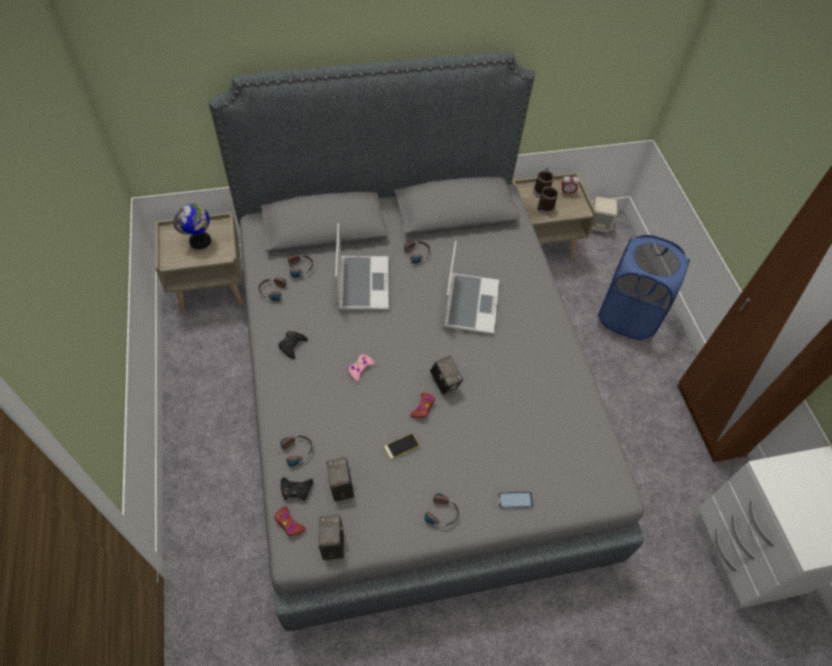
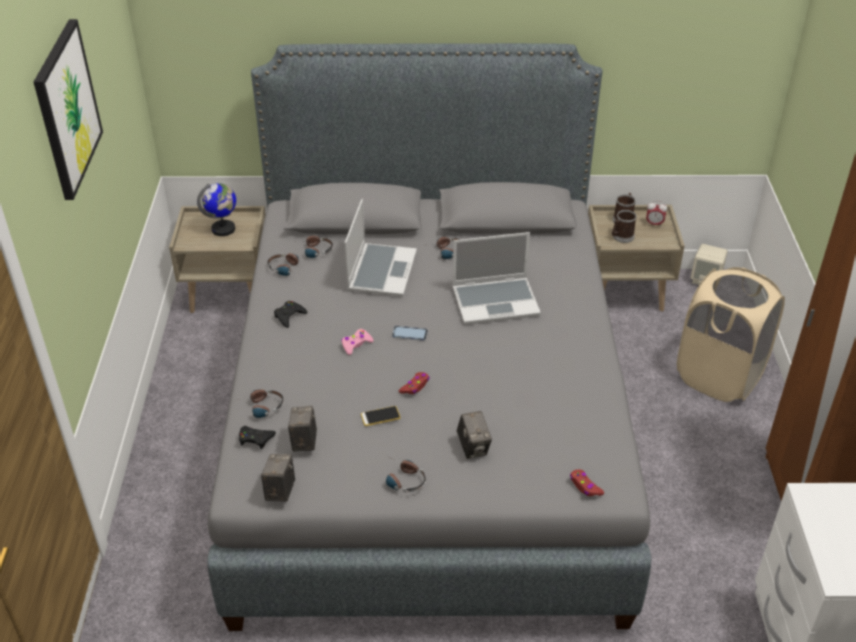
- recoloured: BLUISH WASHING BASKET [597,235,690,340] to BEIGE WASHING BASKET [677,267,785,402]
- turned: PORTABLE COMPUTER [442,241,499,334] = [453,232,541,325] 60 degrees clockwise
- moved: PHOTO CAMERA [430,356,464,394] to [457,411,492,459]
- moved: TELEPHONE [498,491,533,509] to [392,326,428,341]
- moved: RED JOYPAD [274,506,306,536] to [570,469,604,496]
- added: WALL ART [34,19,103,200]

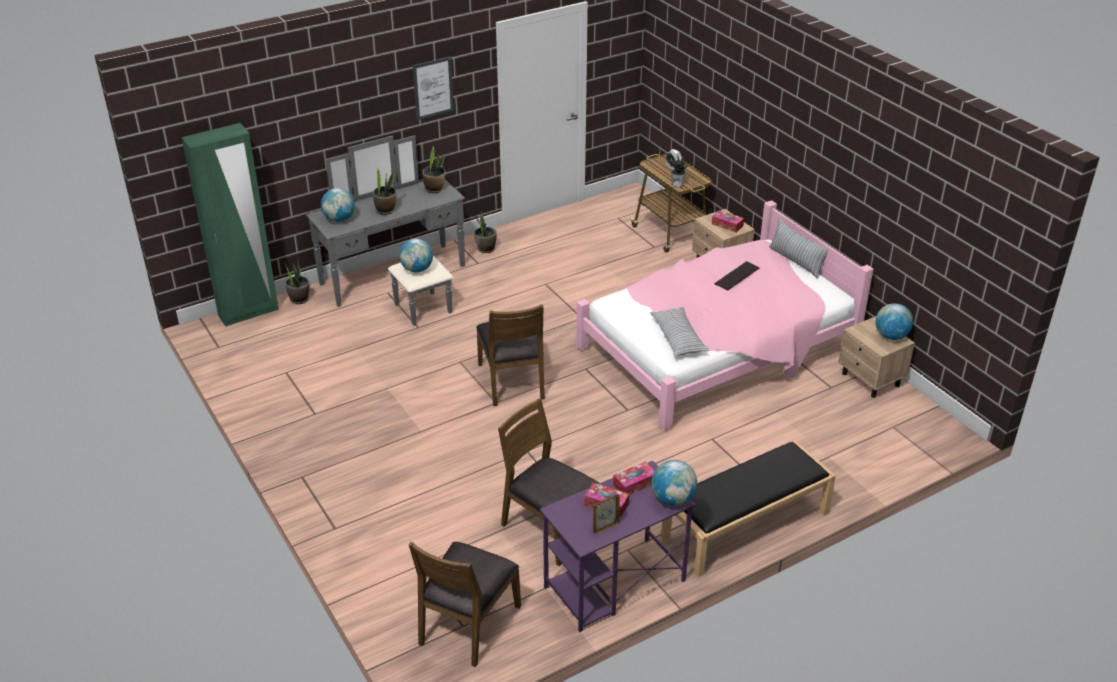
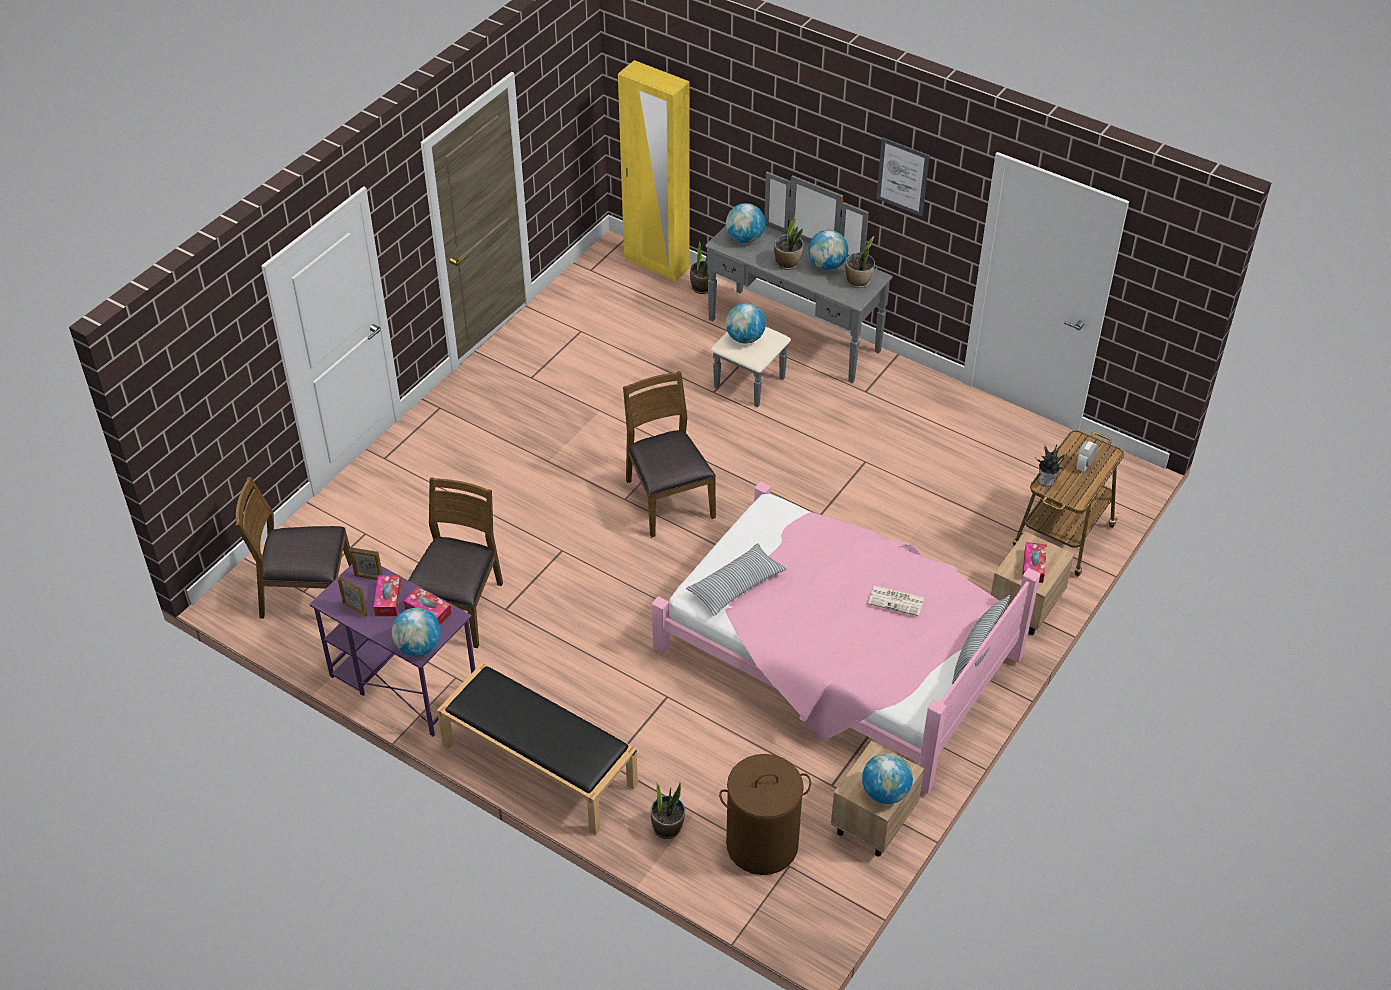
- recoloured: GREENISH ARMOIRE [182,123,279,327] to YELLOW ARMOIRE [618,60,690,282]
- moved: POTTED PLANT [474,211,497,253] to [651,781,685,839]
- replaced: PC KEYBOARD [715,261,759,291] to NEWSPAPER [868,585,924,616]
- turned: BROWN UPRIGHT CHAIR [476,304,545,406] = [623,371,716,537] 105 degrees clockwise
- added: GLOBE [808,230,848,270]
- added: PHOTO FRAME [350,547,383,580]
- added: BROWN WASHING BASKET [719,754,811,875]

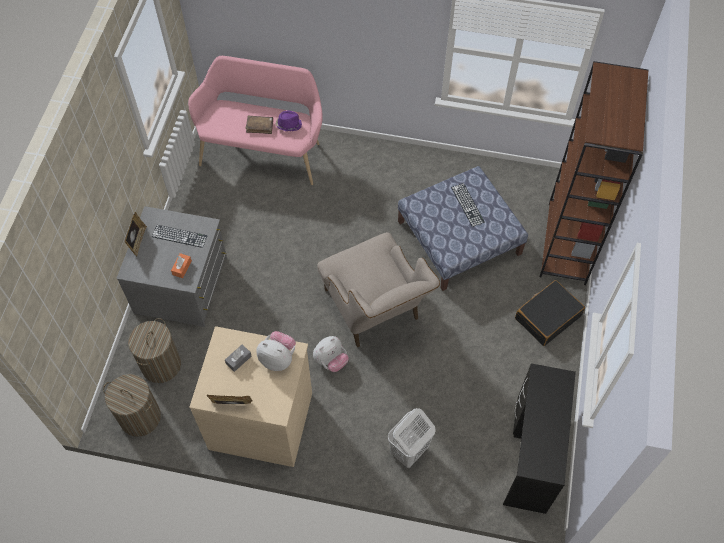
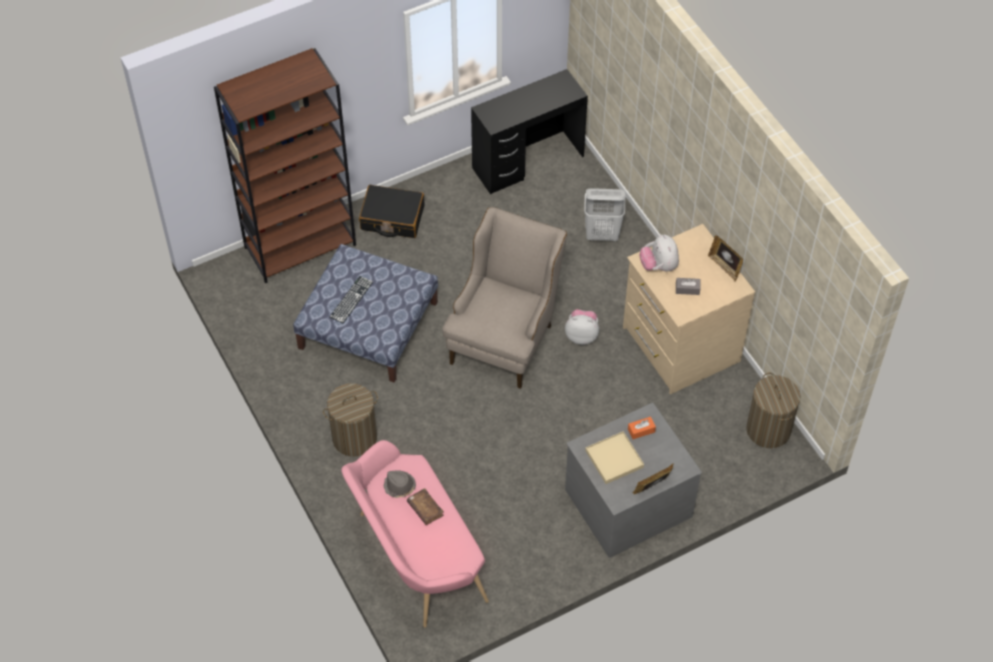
- recoloured: PURPLE-COLOURED HAT [275,110,302,131] to GRAY HAT [384,470,416,498]
- replaced: PC KEYBOARD [152,225,208,248] to BEIGE CARRYING TRAY [585,431,644,484]
- moved: WASHING BASKET [128,318,181,383] to [323,383,378,457]

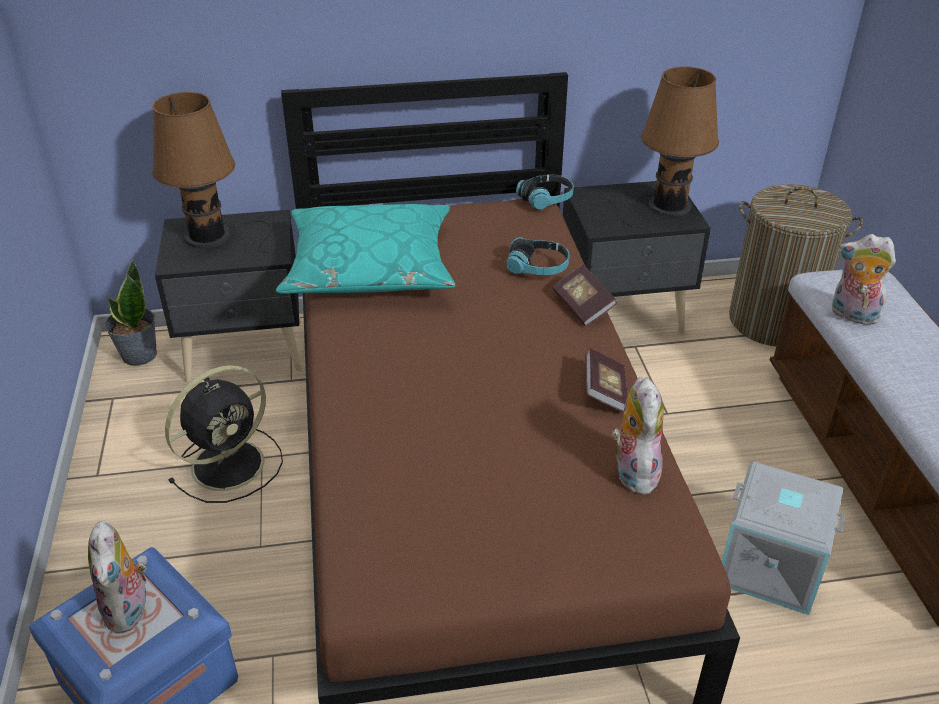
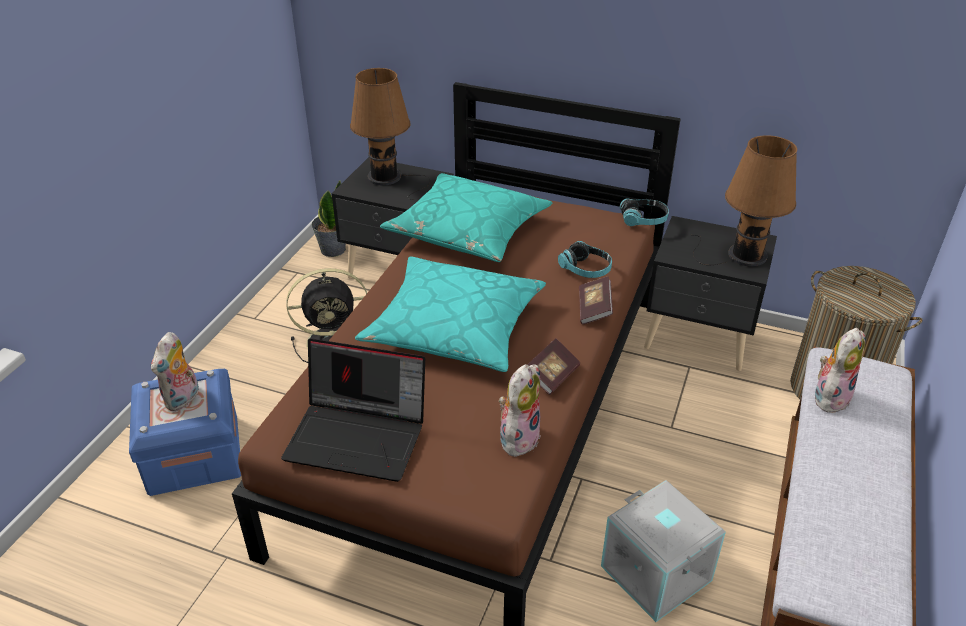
- turned: CUDDLY TOY [832,234,896,325] = [815,328,865,413] 75 degrees clockwise
- added: BLUE-GREEN THROW PILLOW [355,256,546,372]
- added: PORTABLE COMPUTER [281,339,425,482]

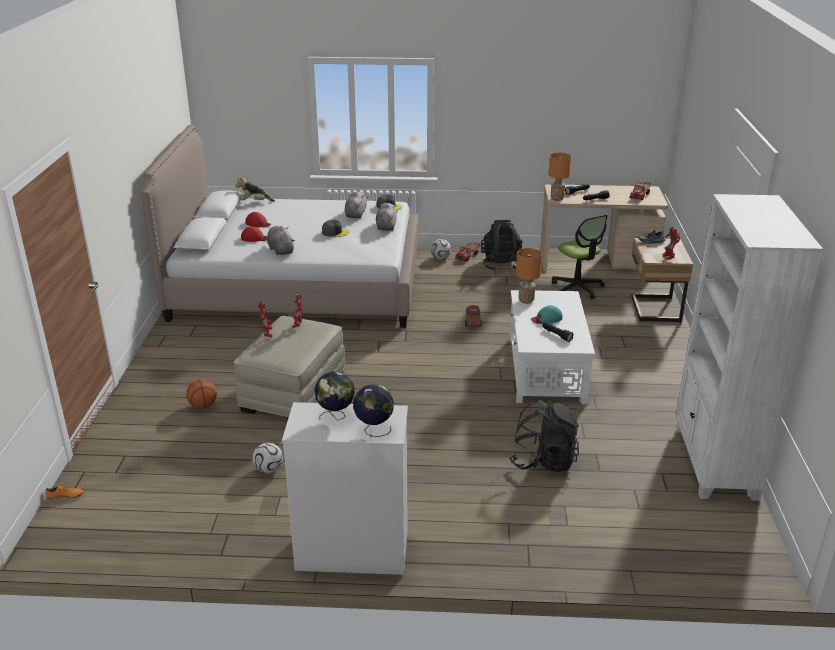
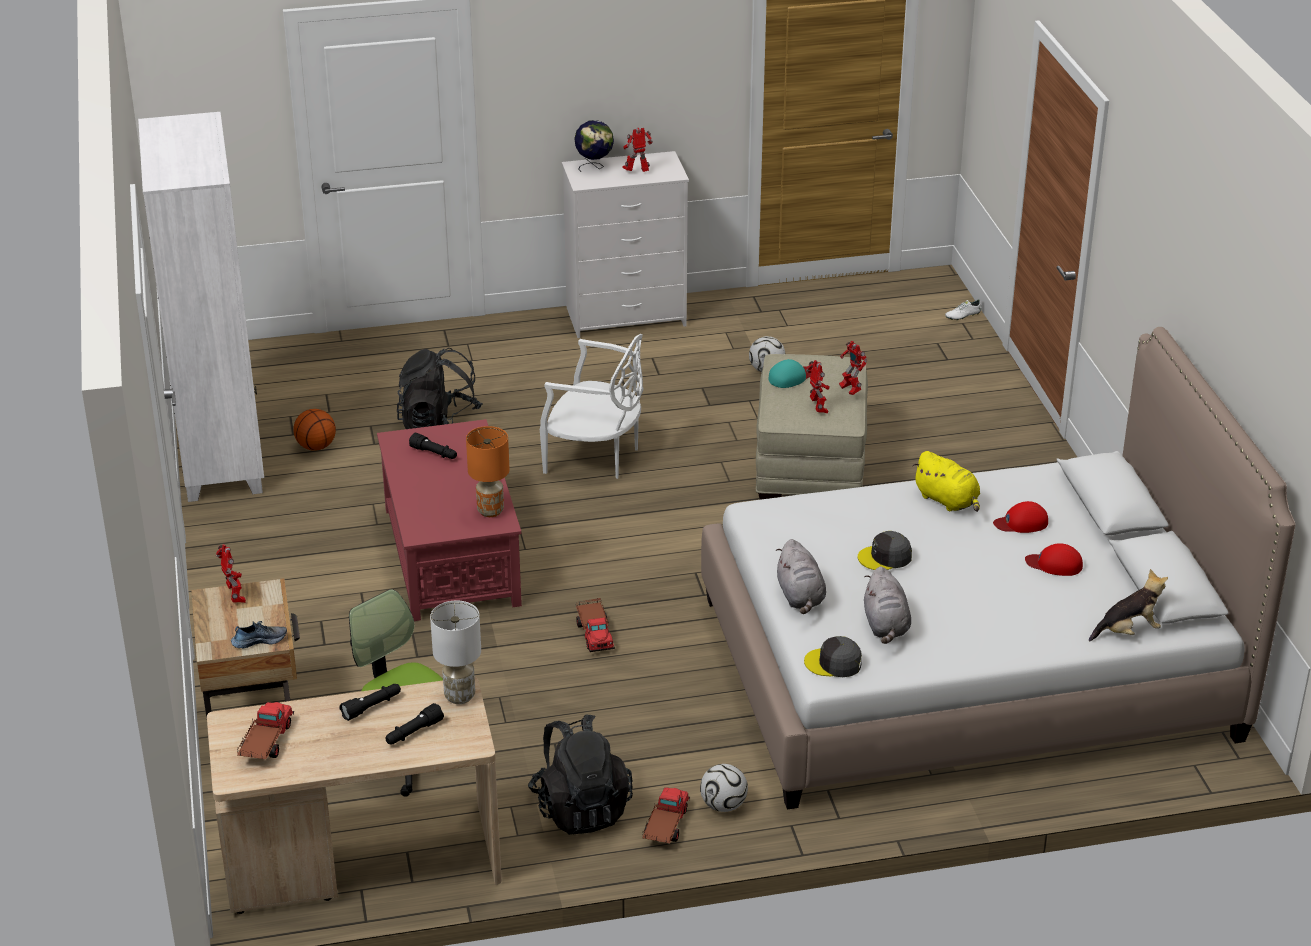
- recoloured: ORANGE LAMP FOR A TABLE [548,153,571,201] to WHITE-COLOURED LAMP FOR A TABLE [430,600,481,704]
- recoloured: GRAY CUDDLY TOY [267,226,295,255] to YELLOW CUDDLY TOY [912,451,980,512]
- recoloured: WHITE-COLOURED LOUNGE TABLE [509,290,595,404] to RED LOUNGE TABLE [377,419,522,621]
- moved: BLUE-GREEN PEAKED CAP [531,305,562,324] to [769,359,812,388]
- replaced: GLOBE [314,371,355,421] to ROBOT FIGURE [622,128,653,172]
- moved: BALL FOR BASKETBALL [186,379,217,409] to [293,409,336,451]
- recoloured: ORANGE ITEM OF FOOTWEAR [45,486,83,500] to WHITE-COLOURED ITEM OF FOOTWEAR [945,300,982,320]
- added: WHITE-COLOURED UPRIGHT CHAIR [540,334,643,479]

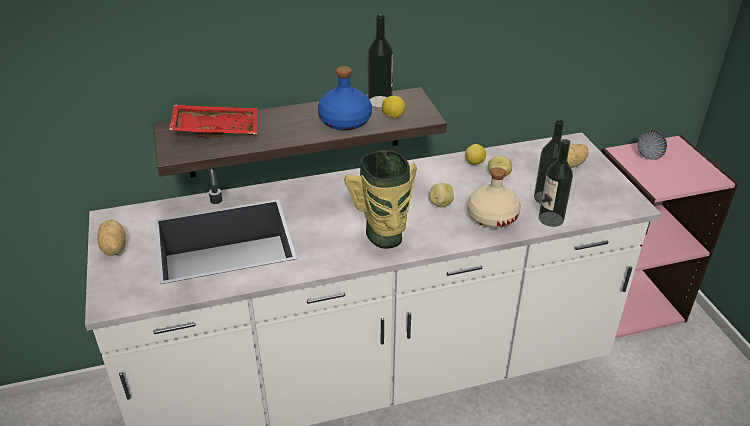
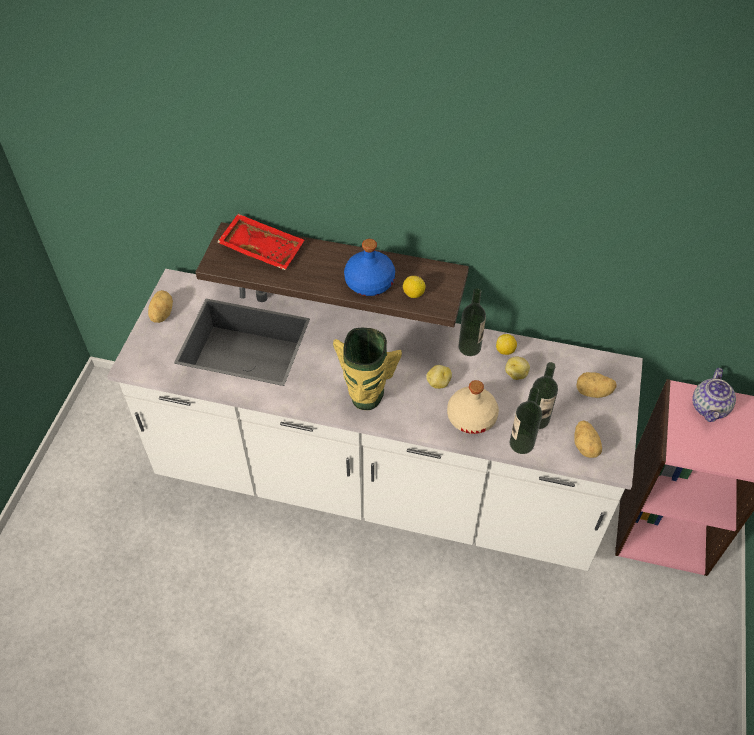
- moved: DRINK BOTTLE [368,15,393,108] to [458,288,486,356]
- replaced: DEEP DISH [638,130,667,160] to TEA POT [692,368,736,422]
- added: SPUD [574,420,602,458]

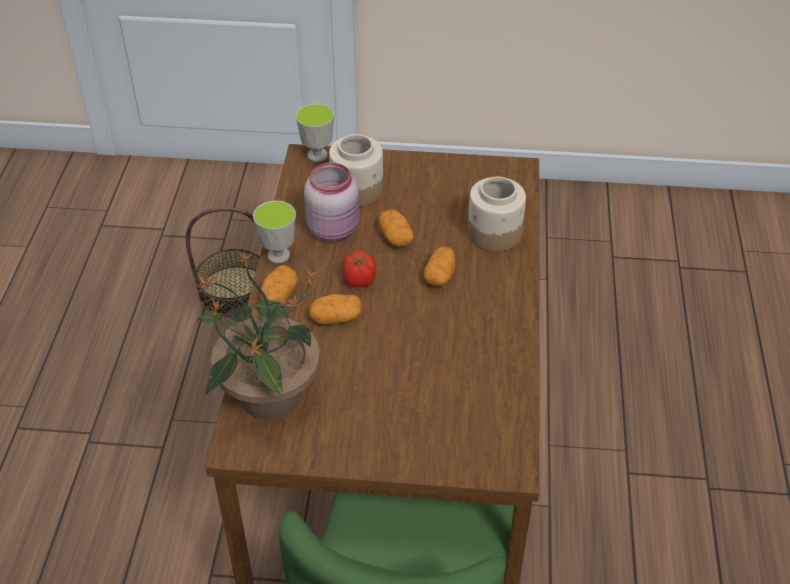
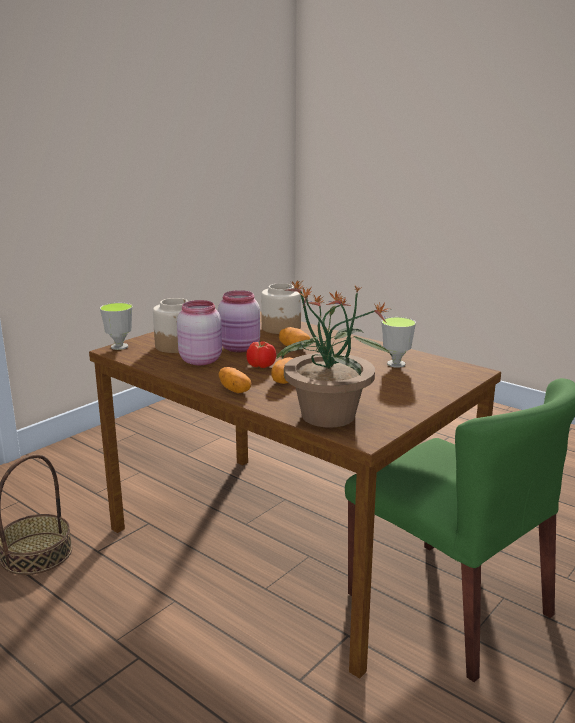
- moved: CUP [253,201,296,263] to [381,317,416,368]
- replaced: SPUD [378,209,414,247] to PINKISH PRESERVE JAR [218,290,260,352]

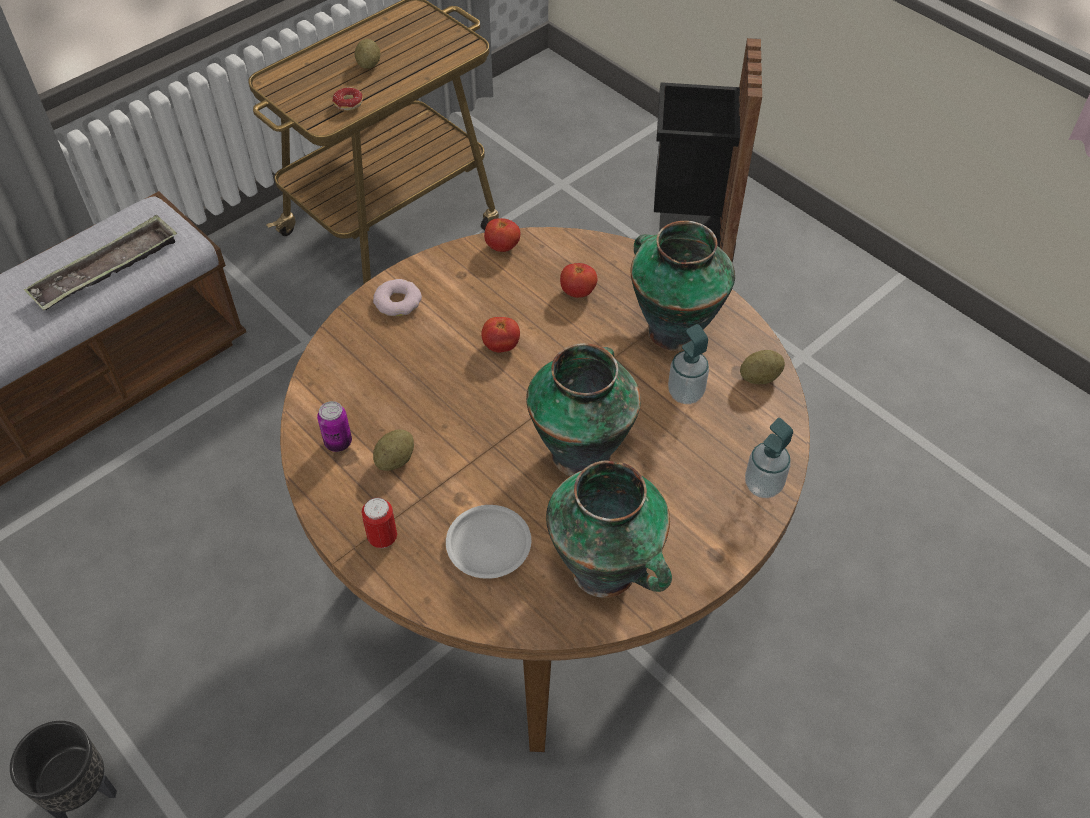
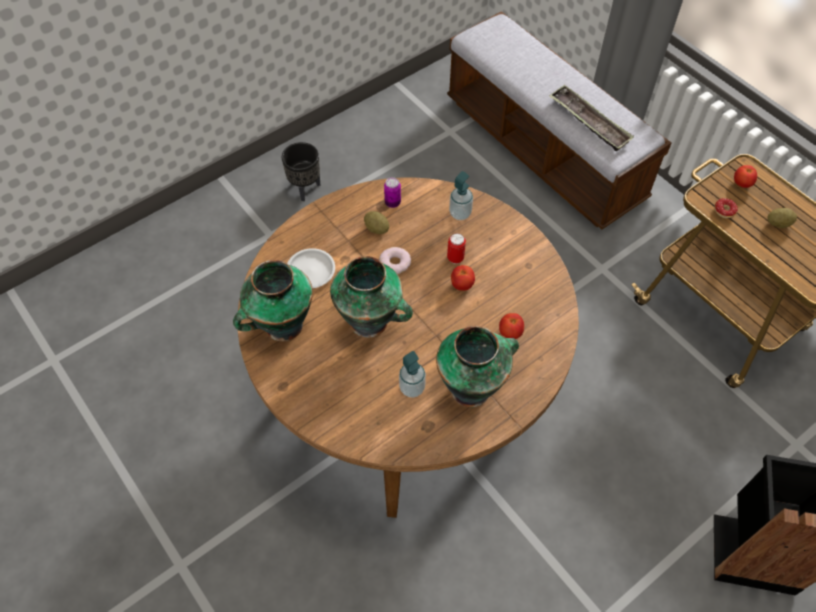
- moved: WHOLE TOMATO [484,218,520,252] to [734,165,757,188]
- moved: RING DOUGHNUT [373,279,422,316] to [379,247,411,274]
- removed: SPUD [740,350,785,384]
- moved: SOAP DISPENSER [745,418,793,498] to [449,171,473,220]
- moved: CAN [362,497,397,548] to [447,233,466,264]

